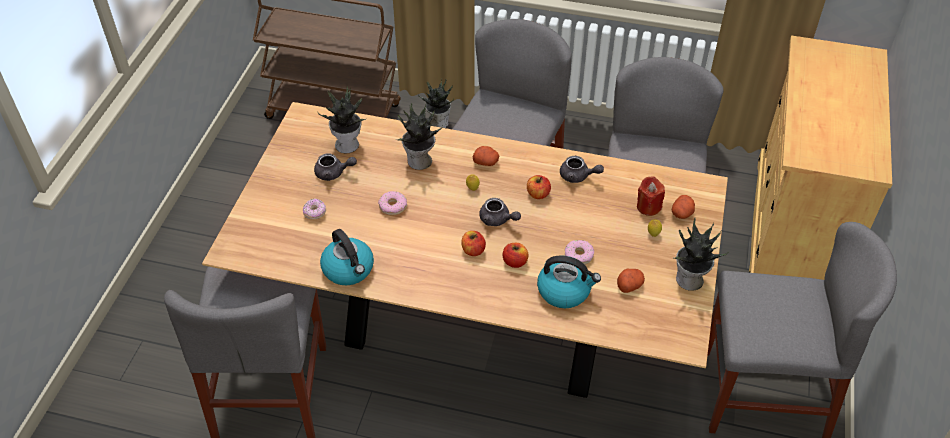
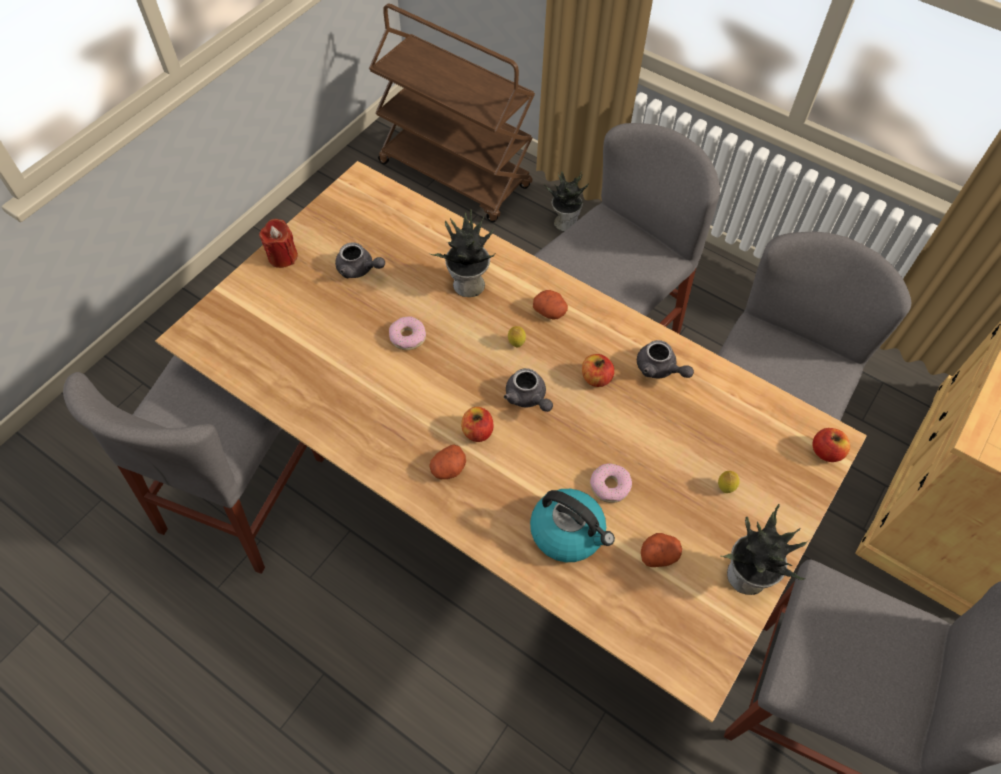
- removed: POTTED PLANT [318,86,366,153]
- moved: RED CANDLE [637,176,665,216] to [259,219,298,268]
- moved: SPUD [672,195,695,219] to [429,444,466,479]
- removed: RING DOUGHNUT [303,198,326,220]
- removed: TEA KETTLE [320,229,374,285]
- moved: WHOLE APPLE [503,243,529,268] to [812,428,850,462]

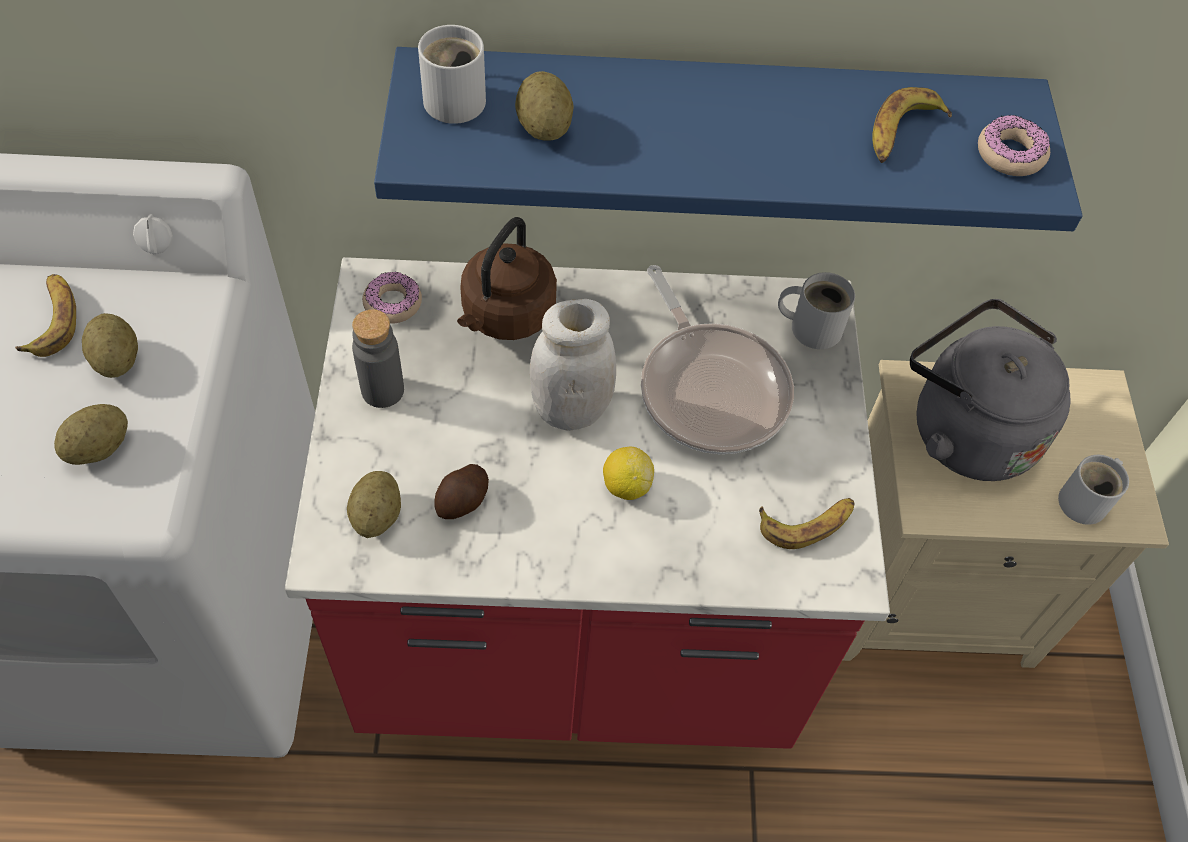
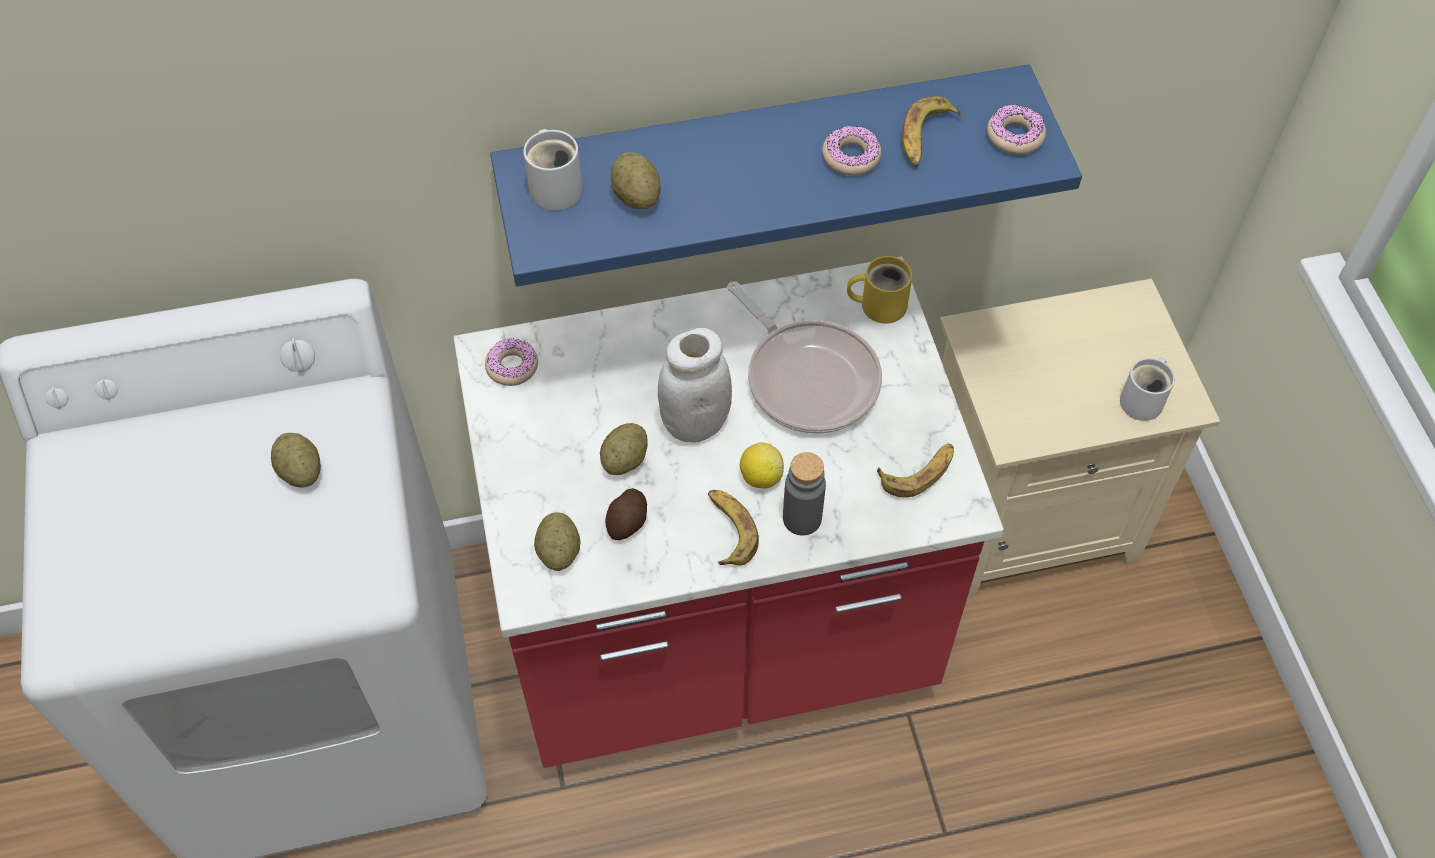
- removed: BROWN TEA KETTLE [457,217,557,340]
- recoloured: WHITE-COLOURED MUG [778,272,855,349] to YELLOW MUG [847,256,913,324]
- moved: BANANA FRUIT [15,274,76,357] to [708,490,759,566]
- removed: GRAY TEA KETTLE [910,299,1071,481]
- moved: GRAY DRINK BOTTLE [352,309,404,408] to [783,452,826,535]
- moved: SPUD [54,404,128,465] to [600,423,648,475]
- added: RING DOUGHNUT [822,126,881,176]

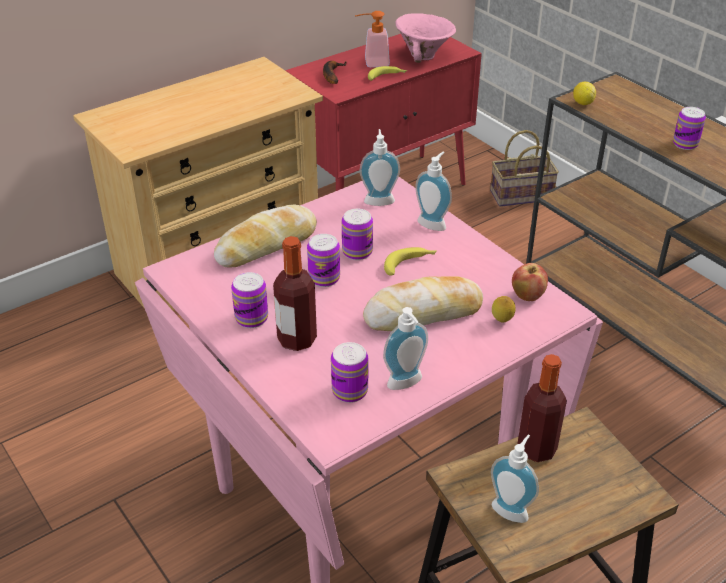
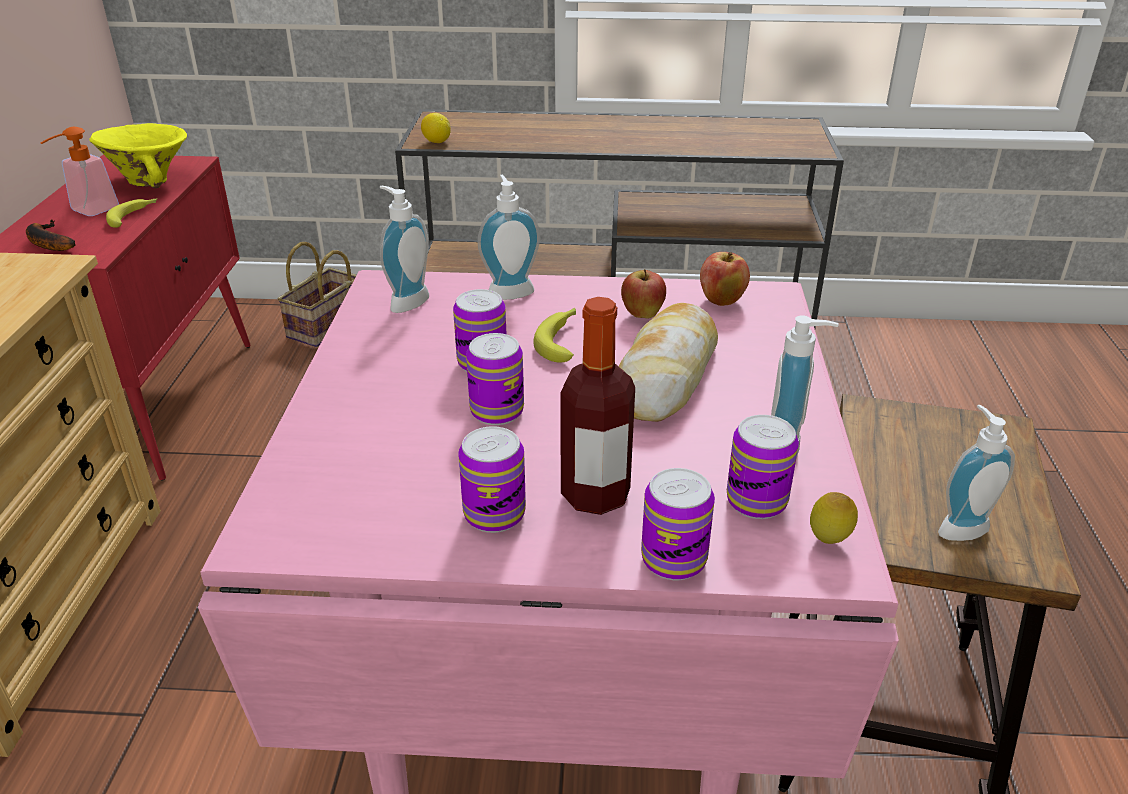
- recoloured: PINKISH DEEP DISH [395,13,456,63] to YELLOW DEEP DISH [89,123,187,188]
- moved: CAN [673,107,706,150] to [641,468,715,580]
- removed: BAKERY BREAD [214,204,317,268]
- moved: WHOLE LEMON [492,296,516,323] to [810,492,858,544]
- removed: DRINK BOTTLE [518,354,567,462]
- added: WHOLE APPLE [621,269,666,319]

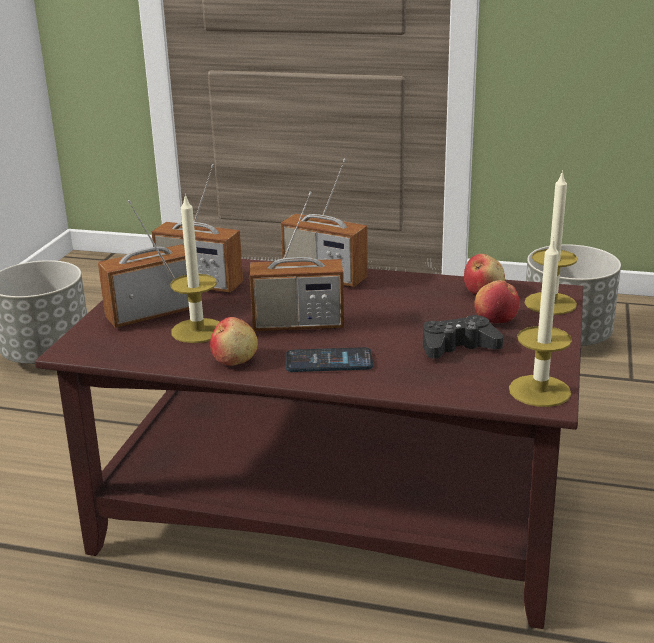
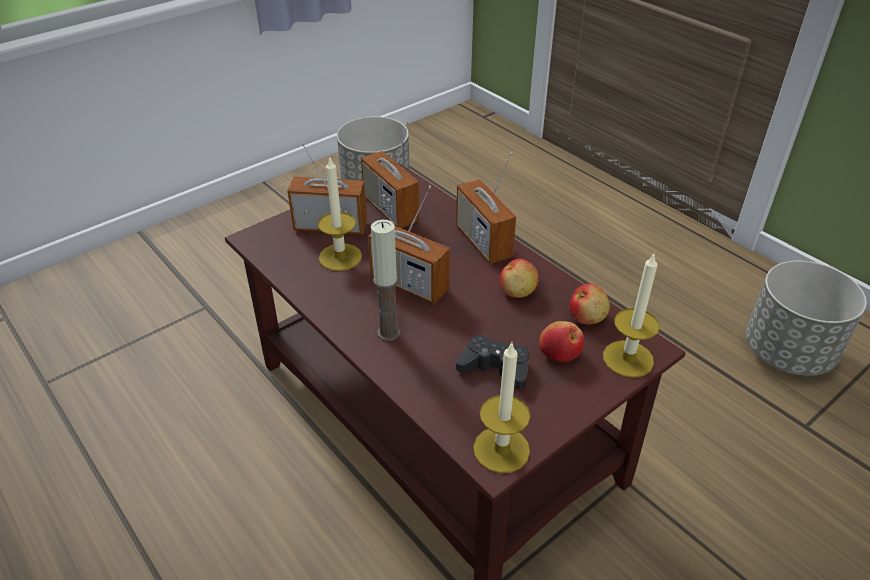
- moved: WHOLE APPLE [210,317,258,366] to [499,259,539,298]
- replaced: TELEPHONE [286,347,373,372] to CANDLE [371,220,400,341]

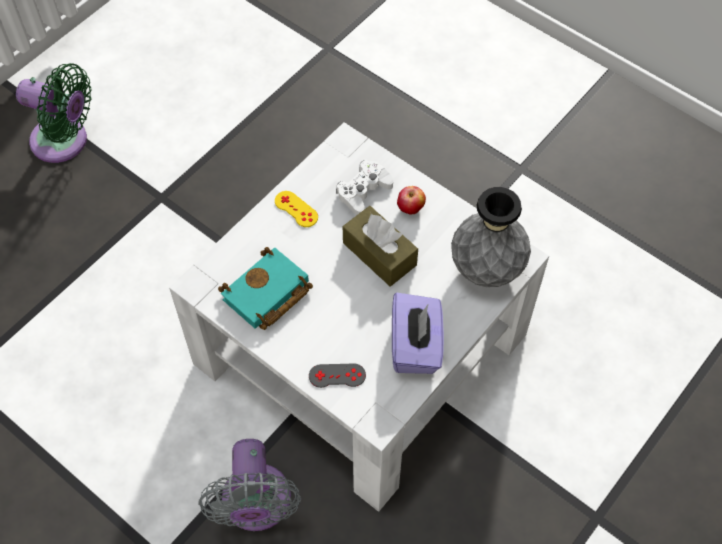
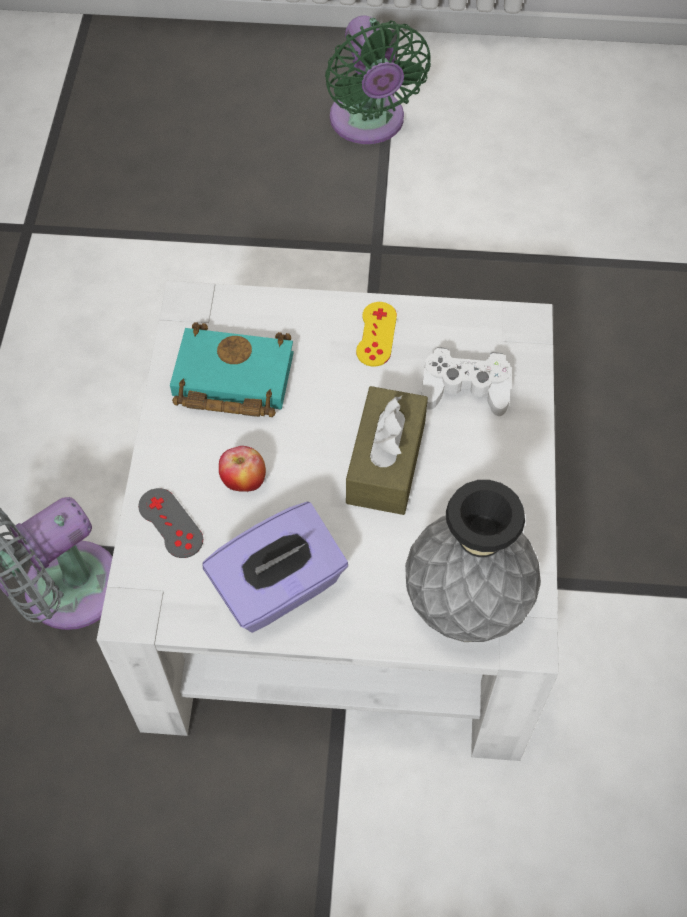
- moved: WHOLE APPLE [397,186,426,215] to [219,446,266,492]

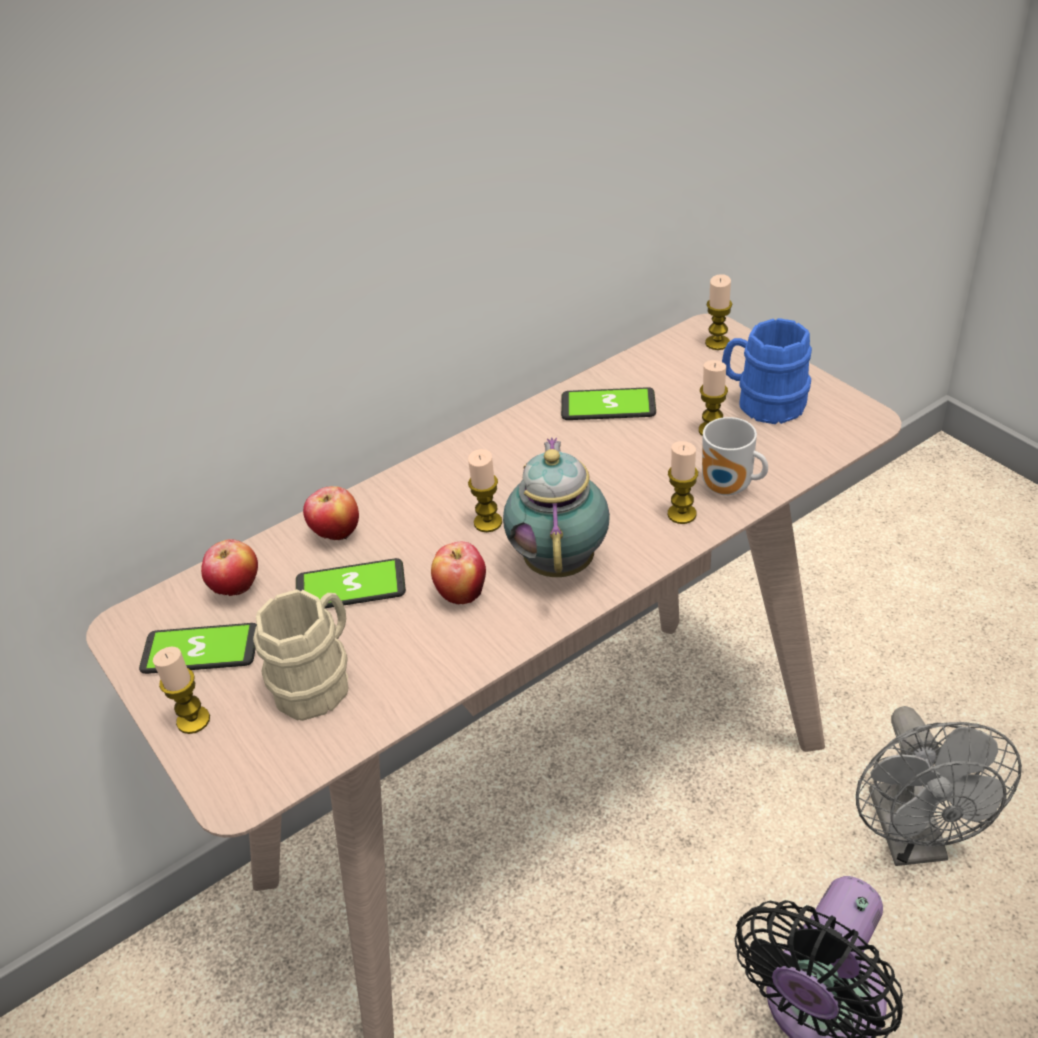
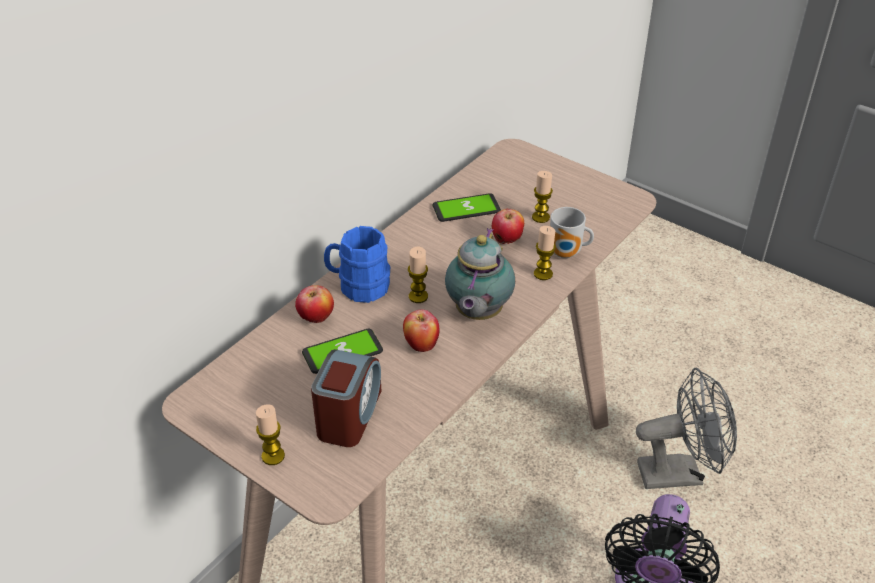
- removed: CANDLE [705,274,732,350]
- moved: BLUISH MUG [722,318,812,424] to [324,226,390,303]
- turned: TEA POT [503,438,610,577] = [445,228,515,320] 150 degrees counterclockwise
- moved: WHOLE APPLE [201,539,258,596] to [492,209,524,244]
- replaced: BEIGE MUG [253,589,349,721] to ALARM CLOCK [311,349,381,447]
- removed: TELEPHONE [139,623,257,674]
- turned: GRAY FAN [856,706,1022,866] = [636,368,737,489] 75 degrees counterclockwise

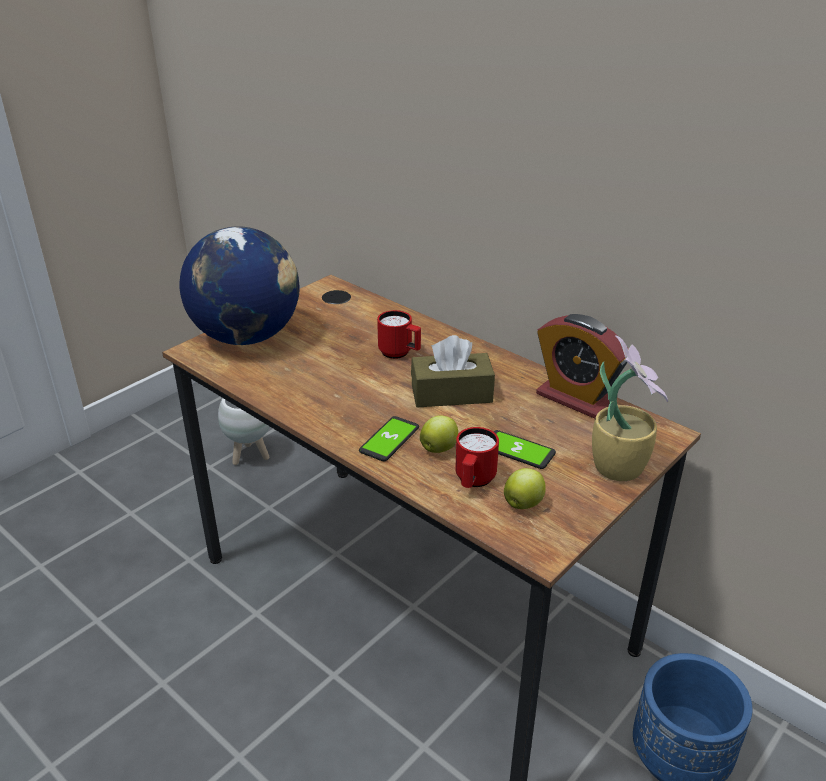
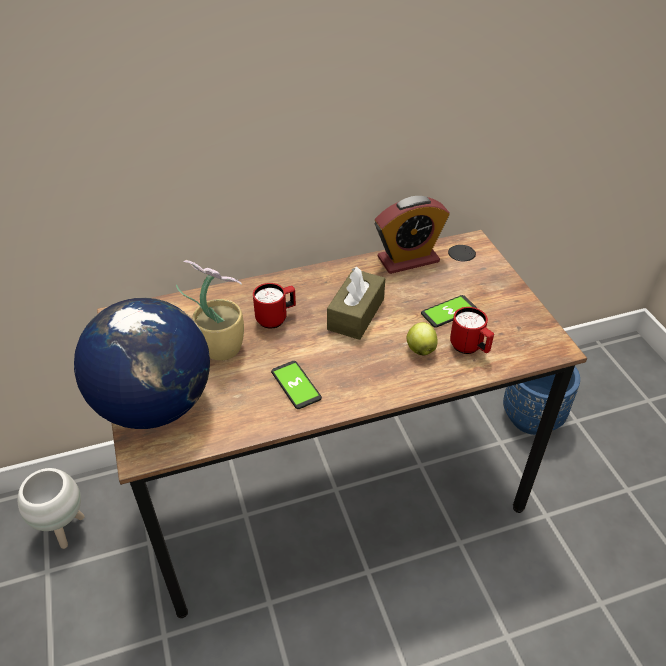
- moved: POTTED PLANT [592,335,668,481] to [176,260,244,361]
- moved: TELEPHONE [359,416,419,461] to [271,361,322,409]
- removed: WHOLE APPLE [504,468,546,509]

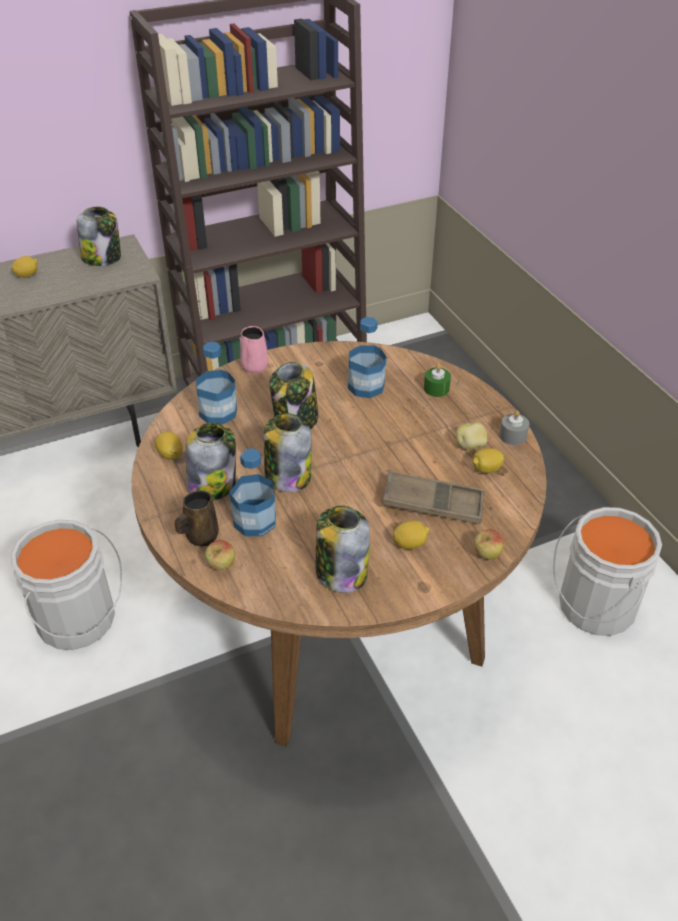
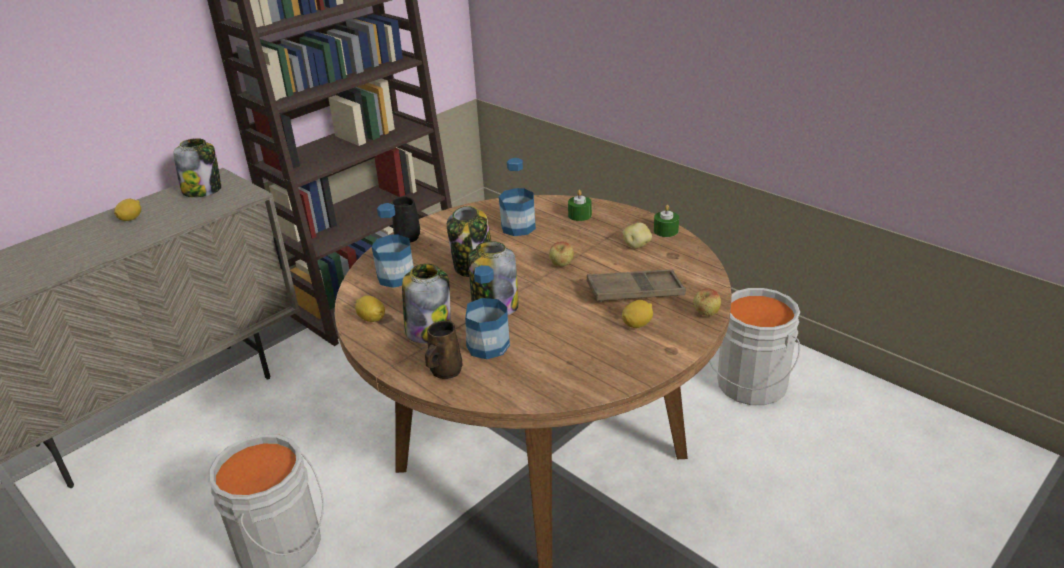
- recoloured: PINKISH MUG [240,326,268,374] to BLACK-COLOURED MUG [391,196,420,242]
- recoloured: GRAY CANDLE [499,411,529,445] to GREENISH CANDLE [654,205,679,237]
- removed: WHOLE LEMON [473,448,504,473]
- removed: PRESERVE JAR [316,506,370,593]
- moved: WHOLE APPLE [205,540,235,570] to [549,242,574,267]

